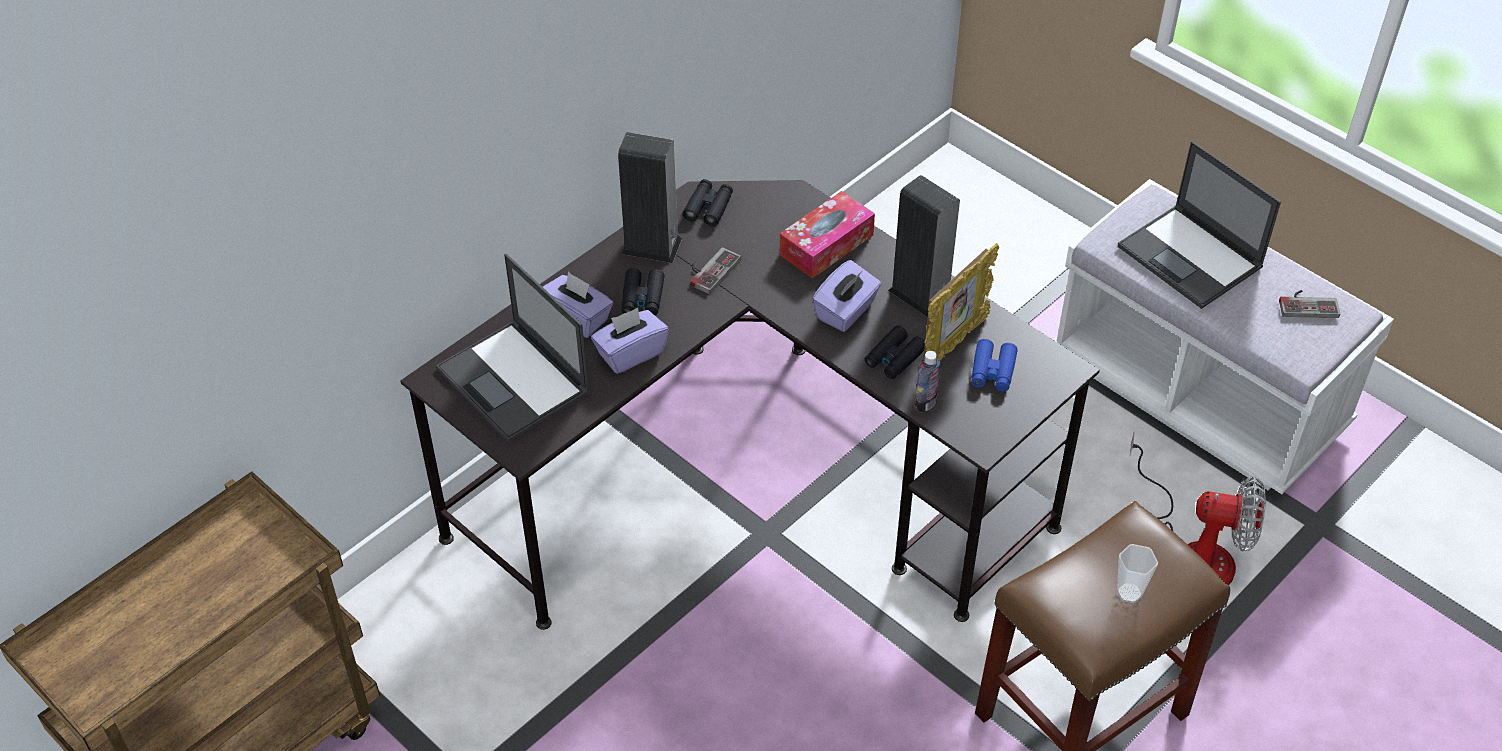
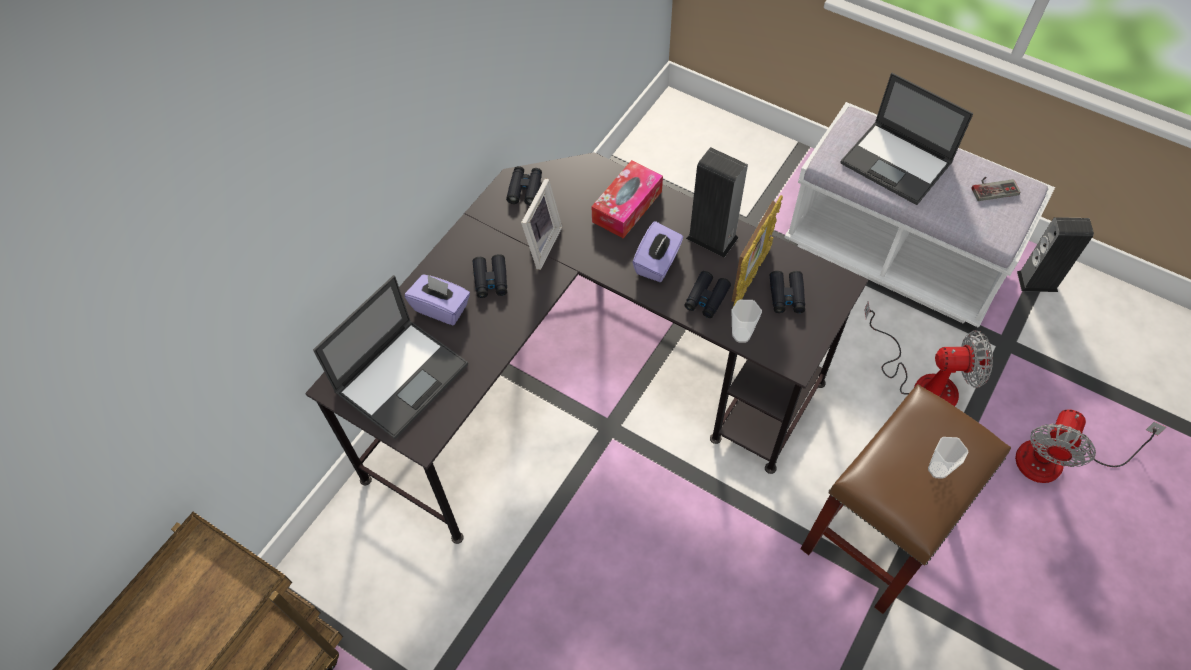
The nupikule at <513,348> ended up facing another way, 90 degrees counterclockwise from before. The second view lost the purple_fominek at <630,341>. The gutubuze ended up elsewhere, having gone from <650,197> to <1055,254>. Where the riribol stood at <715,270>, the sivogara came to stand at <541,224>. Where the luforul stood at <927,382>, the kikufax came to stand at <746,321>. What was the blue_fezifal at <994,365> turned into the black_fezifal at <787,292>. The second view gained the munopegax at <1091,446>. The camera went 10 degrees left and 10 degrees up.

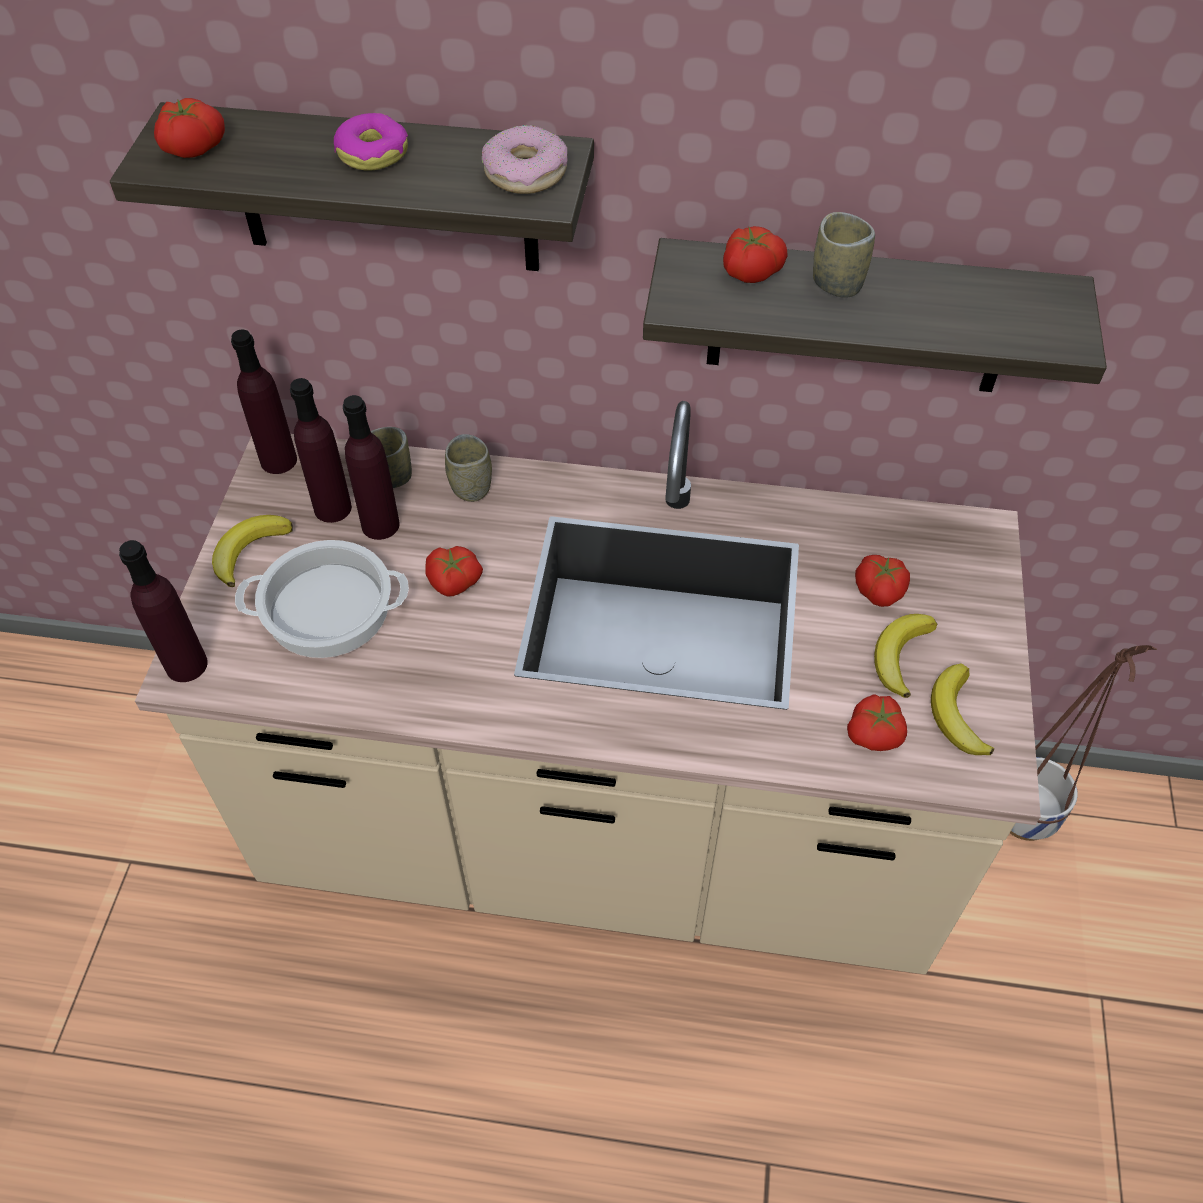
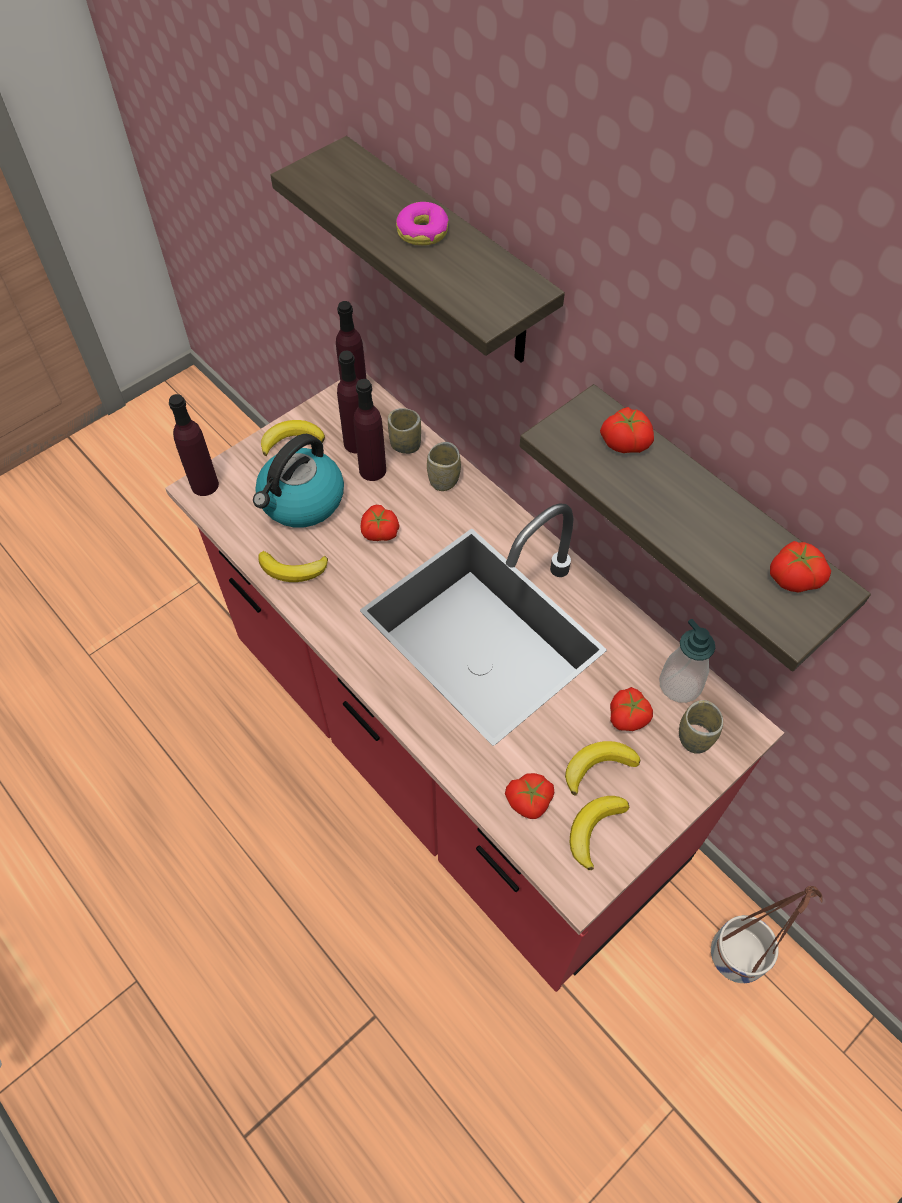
What was the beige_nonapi at <588,687> turned into the red_nonapi at <474,683>. The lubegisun ended up elsewhere, having gone from <189,128> to <800,566>. Where the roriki stood at <322,599>, the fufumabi came to stand at <298,480>. The second view lost the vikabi at <525,159>. The kikufax ended up elsewhere, having gone from <844,255> to <701,727>. The second view gained the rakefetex at <293,566>. The second view gained the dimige at <687,661>. The camera went 40 degrees right and 5 degrees up.

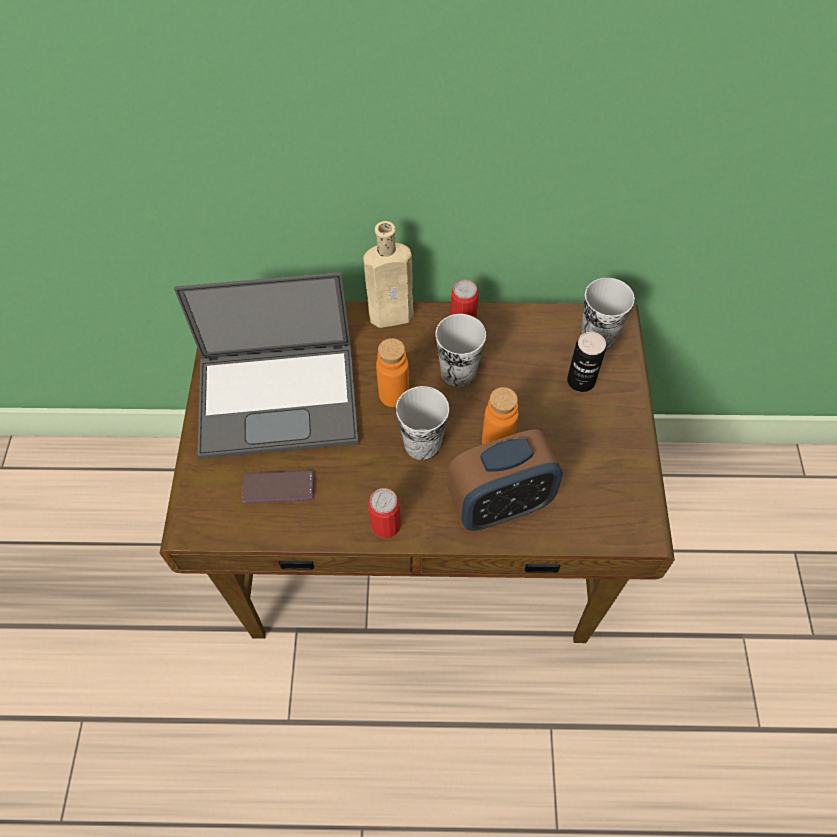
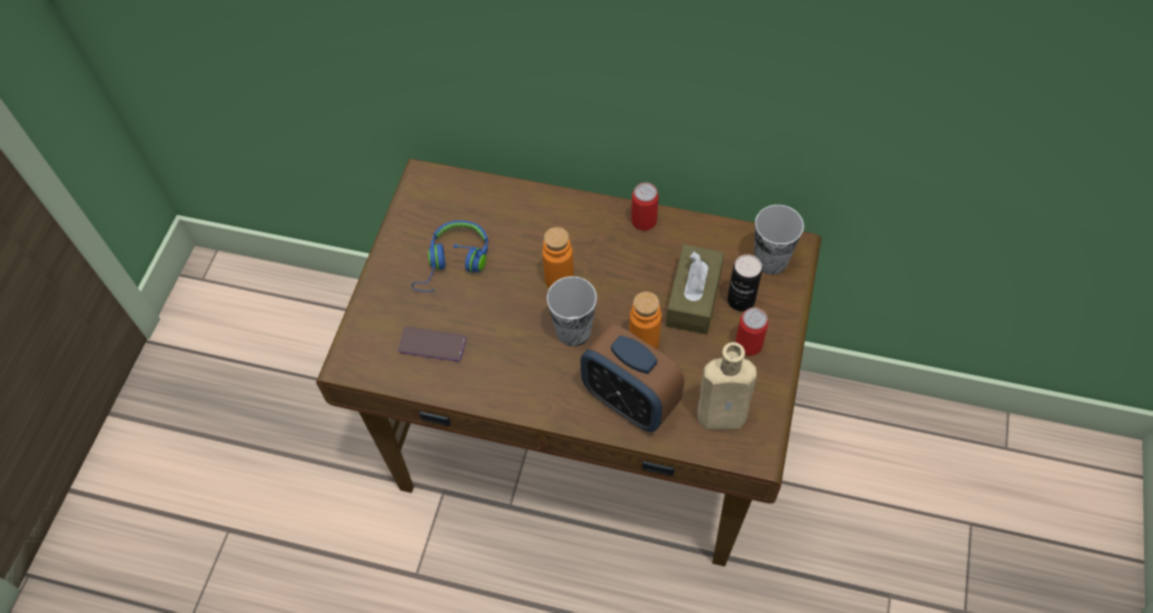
Where the nupikule stood at <266,365>, the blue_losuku came to stand at <450,256>. The beige_luforul ended up elsewhere, having gone from <388,274> to <727,386>. The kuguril ended up elsewhere, having gone from <384,513> to <751,331>. The second view lost the kikufax at <460,350>. The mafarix at <505,480> ended up facing another way, 45 degrees clockwise from before. The second view gained the brown_fominek at <695,289>. The camera went 15 degrees right and 0 degrees up.

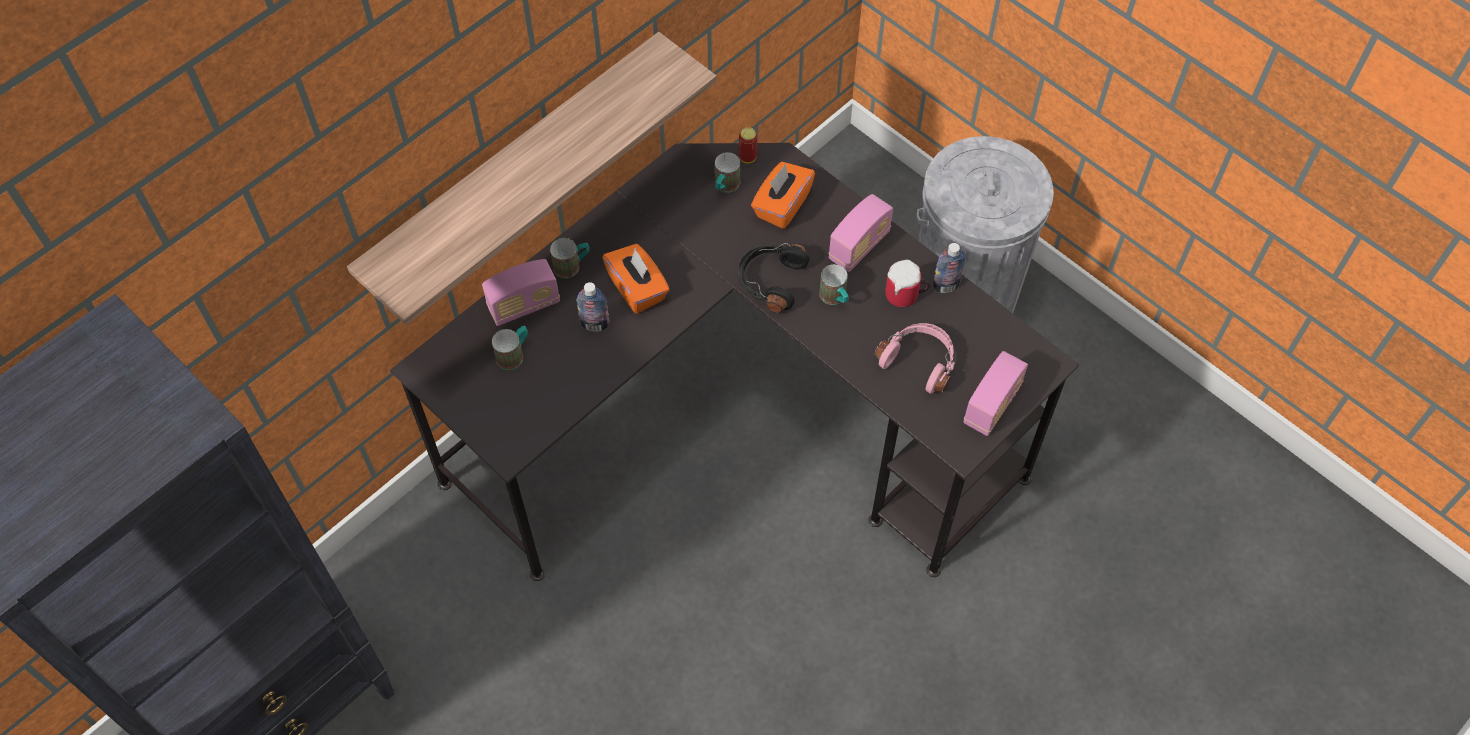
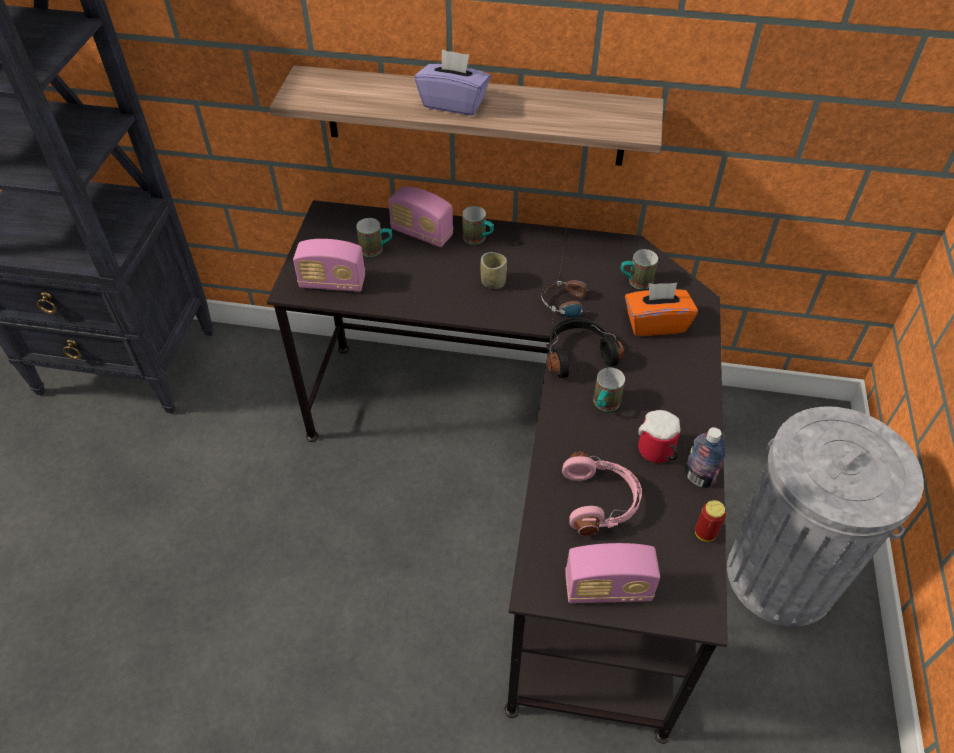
The second view lost the luforul at <593,307>. Where the orange_fominek stood at <636,279>, the kikufax came to stand at <494,270>. The kuguril ended up elsewhere, having gone from <748,145> to <710,521>. The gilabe ended up elsewhere, having gone from <861,233> to <329,265>. The second view gained the purple_fominek at <453,82>. The second view gained the losuku at <569,299>. The camera went 55 degrees right and 10 degrees down.

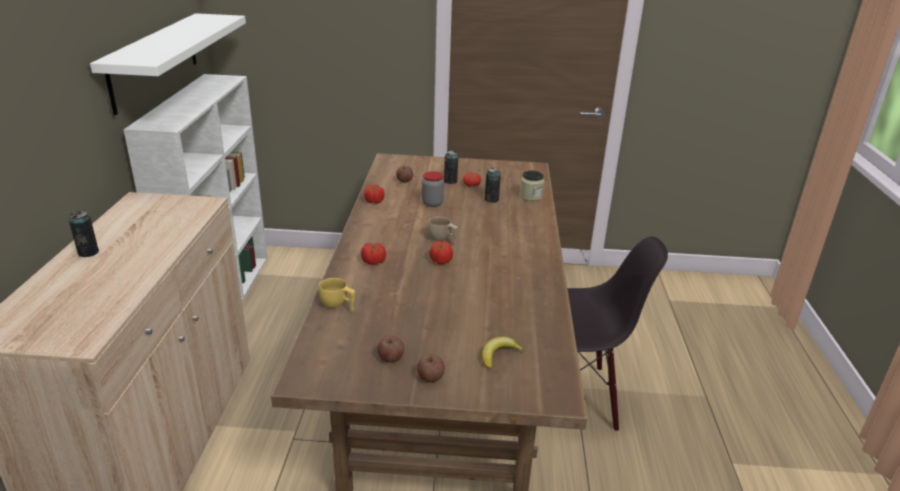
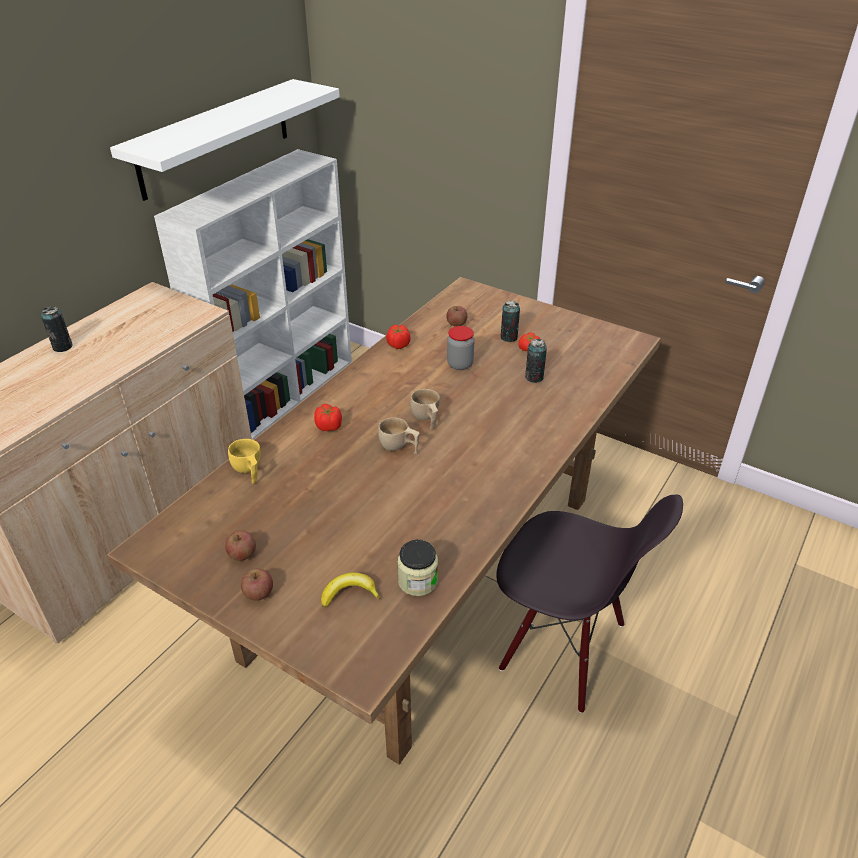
Where the lubegisun stood at <441,252>, the beige_kikufax came to stand at <398,435>. The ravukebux ended up elsewhere, having gone from <532,185> to <417,568>. The camera went 30 degrees right and 10 degrees up.

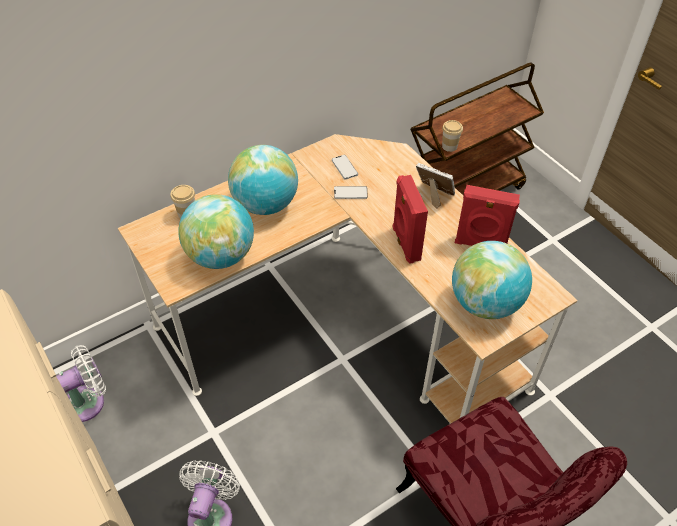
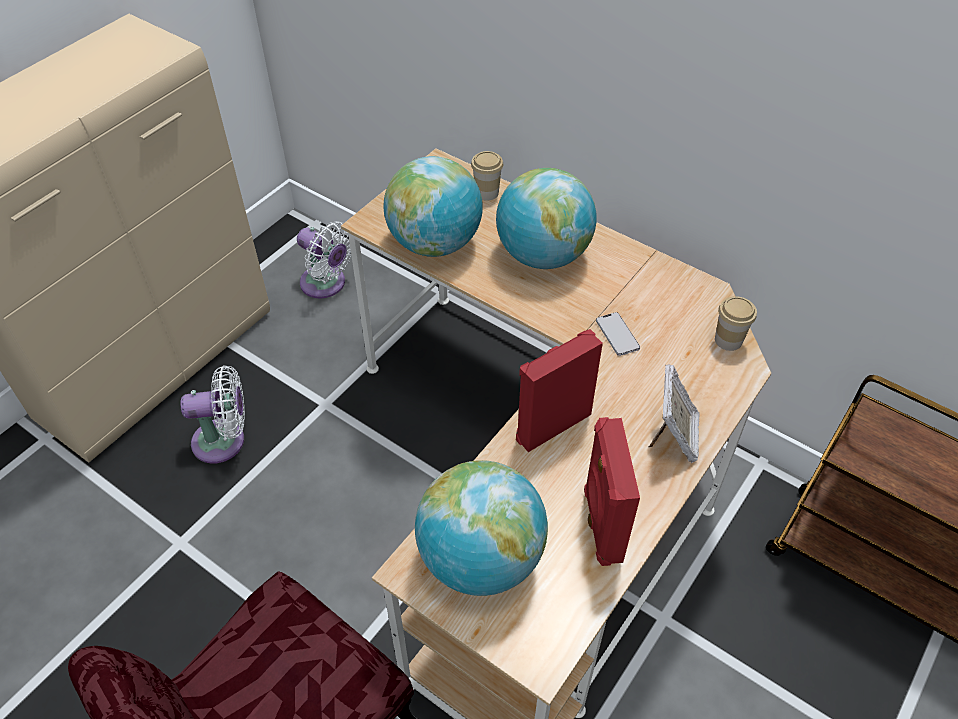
The second view lost the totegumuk at <345,167>. The kikufax ended up elsewhere, having gone from <452,136> to <736,323>. The camera went 70 degrees right and 0 degrees up.

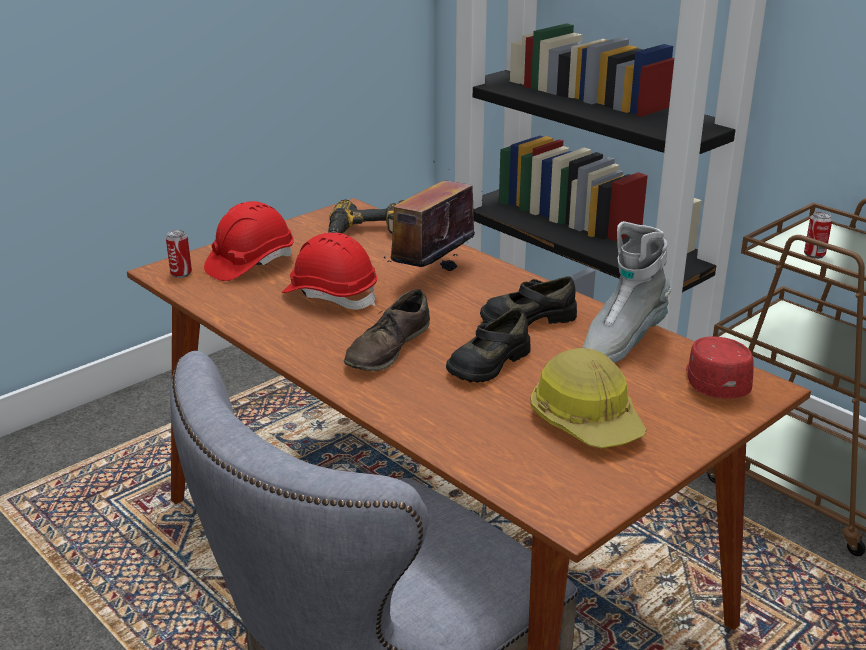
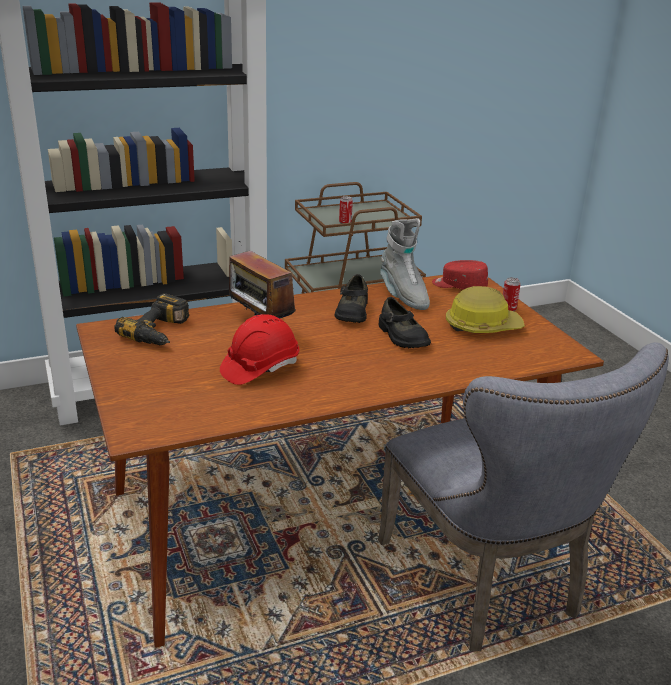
The kuguril ended up elsewhere, having gone from <179,254> to <512,294>. The second view lost the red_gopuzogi at <249,241>. The second view lost the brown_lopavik at <387,330>. The camera went 70 degrees left and 0 degrees up.

